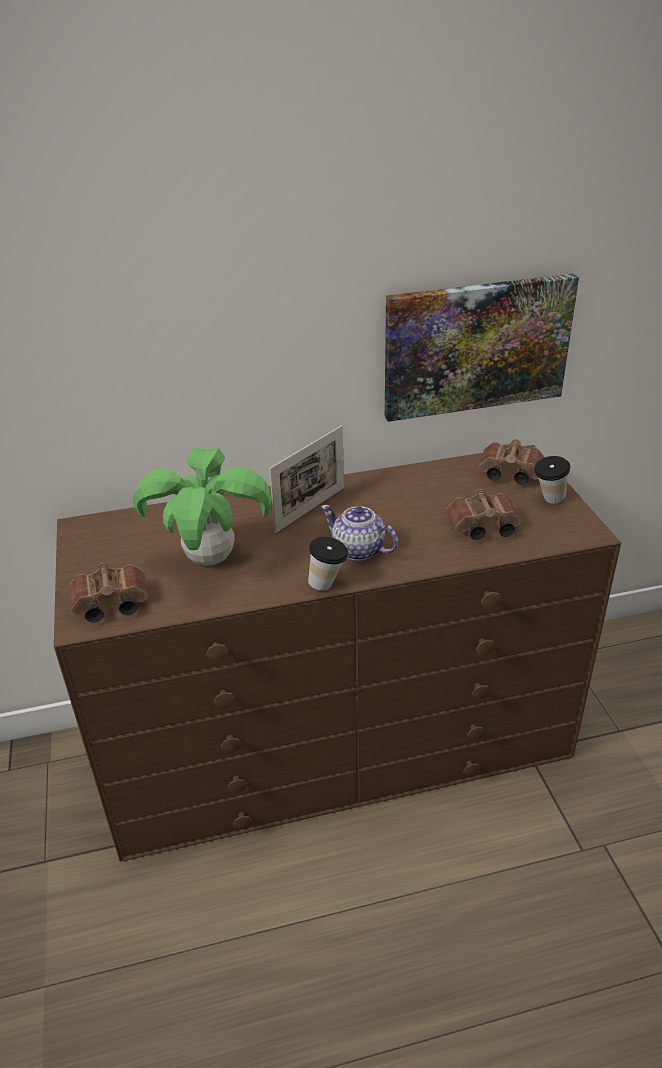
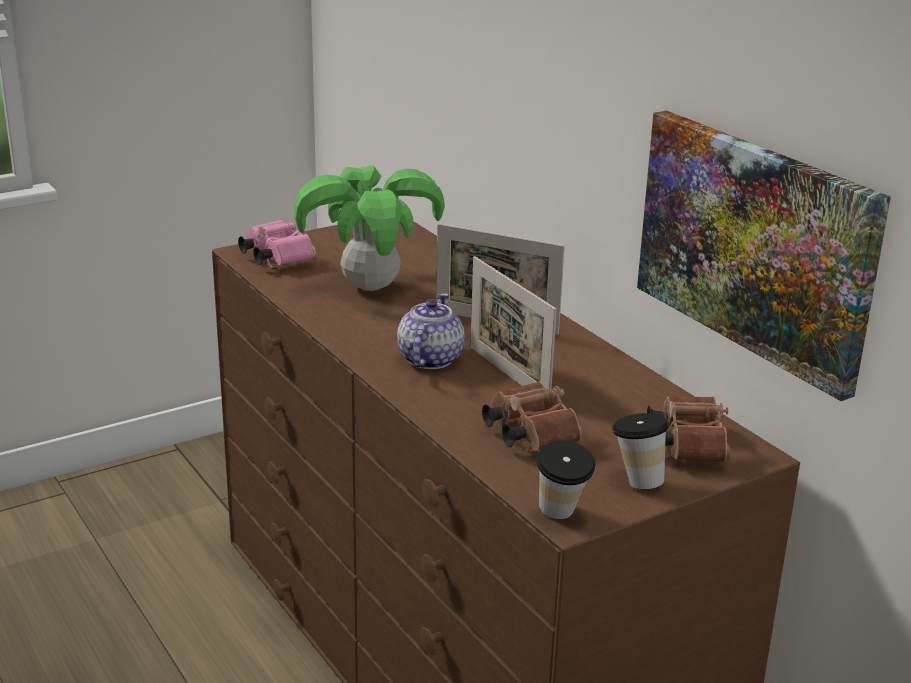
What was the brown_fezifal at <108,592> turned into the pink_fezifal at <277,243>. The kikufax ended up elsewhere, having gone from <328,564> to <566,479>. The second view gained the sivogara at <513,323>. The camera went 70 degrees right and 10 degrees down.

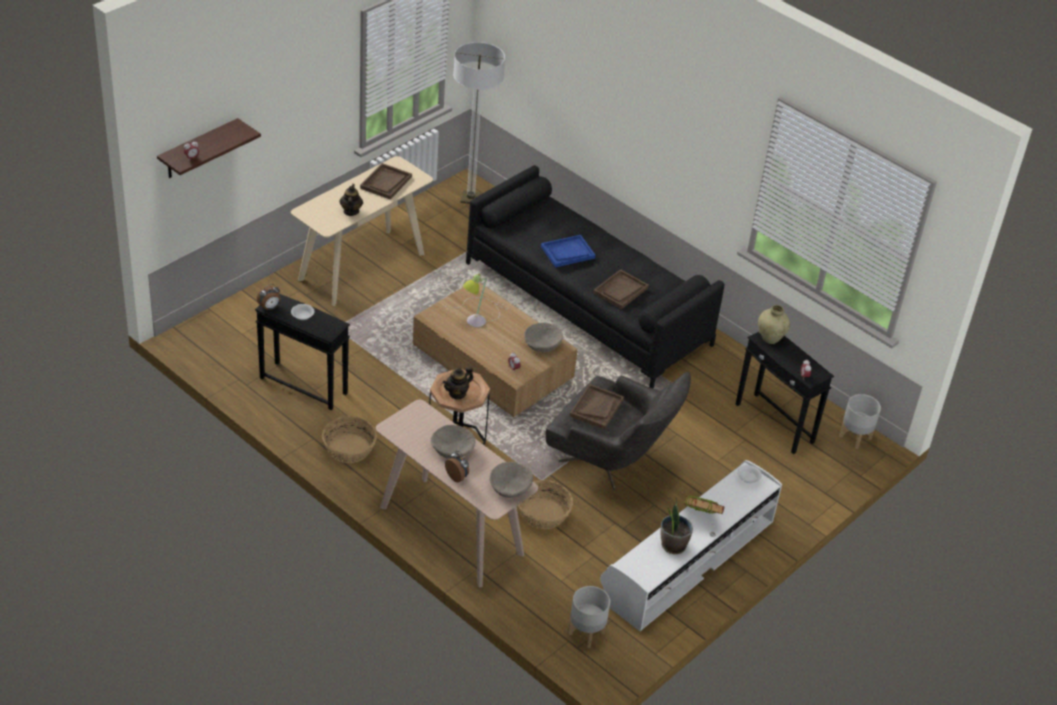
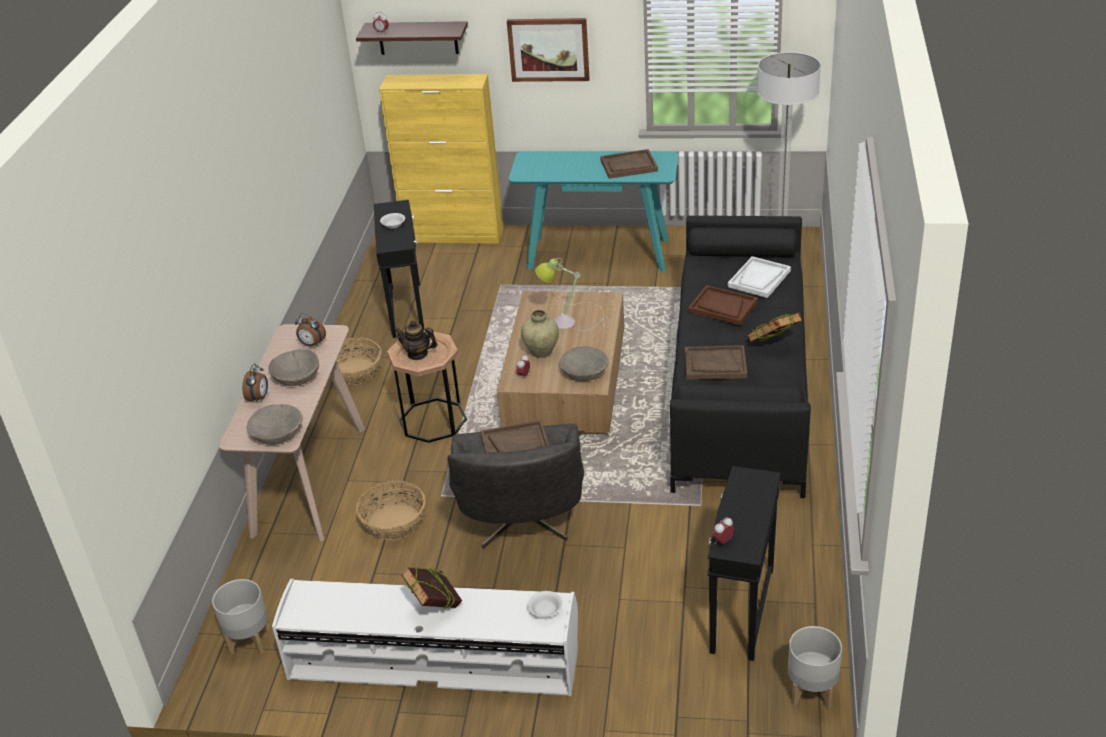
The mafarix ended up elsewhere, having gone from <269,297> to <310,330>. What was the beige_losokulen at <362,231> turned into the turquoise_losokulen at <593,211>. The second view lost the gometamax at <351,200>. What was the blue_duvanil at <568,251> turned into the brown_duvanil at <723,305>. The second view lost the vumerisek at <676,525>. The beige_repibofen ended up elsewhere, having gone from <774,324> to <540,334>. The second view gained the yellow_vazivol at <441,159>. The second view gained the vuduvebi at <548,50>. The second view gained the white_duvanil at <759,277>. The second view gained the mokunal at <775,327>. The camera went 60 degrees right and 5 degrees down.

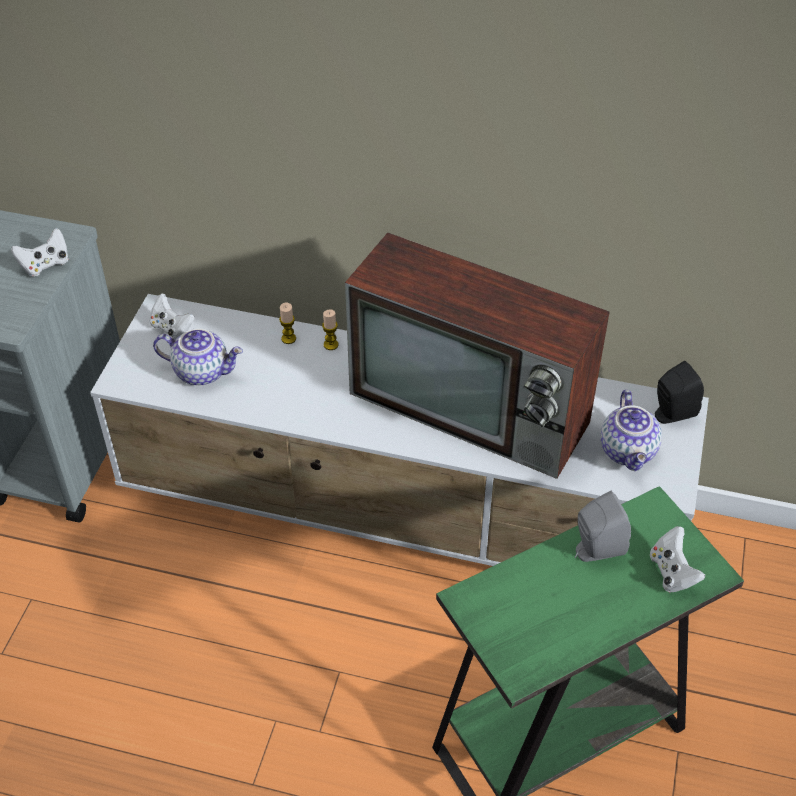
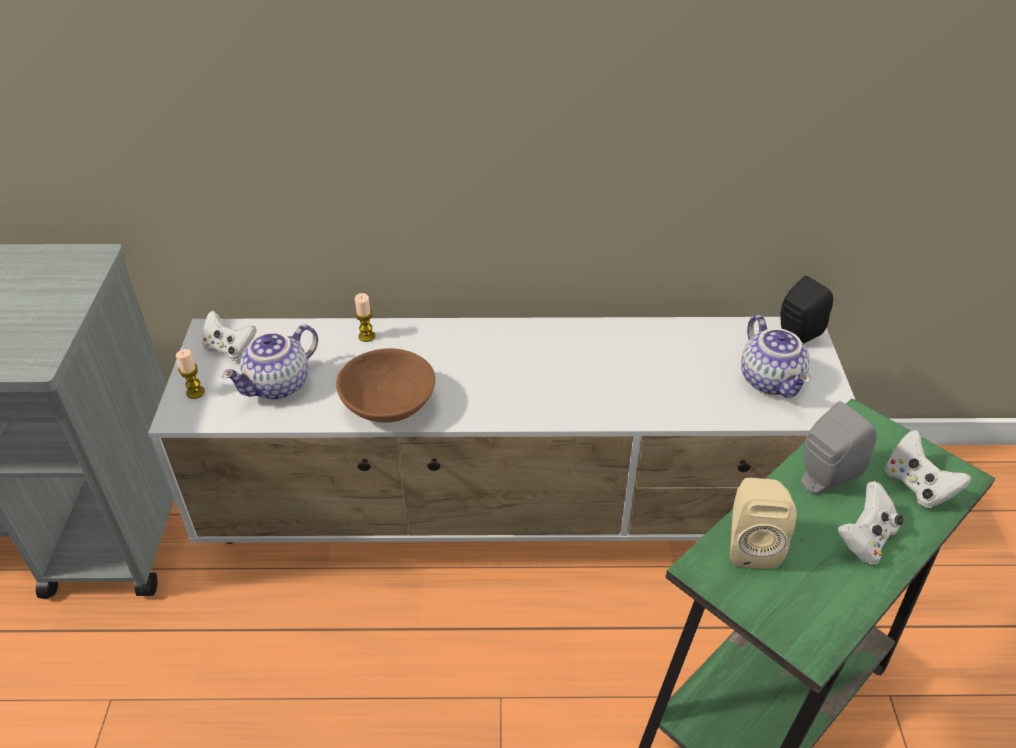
The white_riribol ended up elsewhere, having gone from <40,252> to <871,522>. The gometamax at <198,357> ended up facing another way, 135 degrees clockwise from before. The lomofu ended up elsewhere, having gone from <330,329> to <190,374>. The second view lost the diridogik at <477,356>. The second view gained the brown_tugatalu at <385,385>. The second view gained the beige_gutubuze at <763,523>. The camera went 15 degrees left and 5 degrees down.

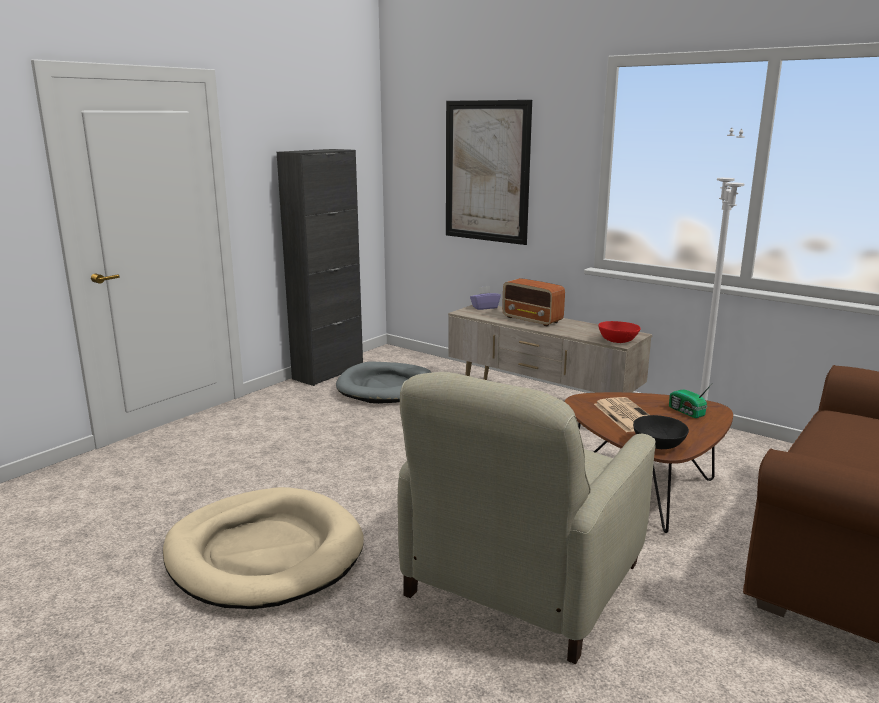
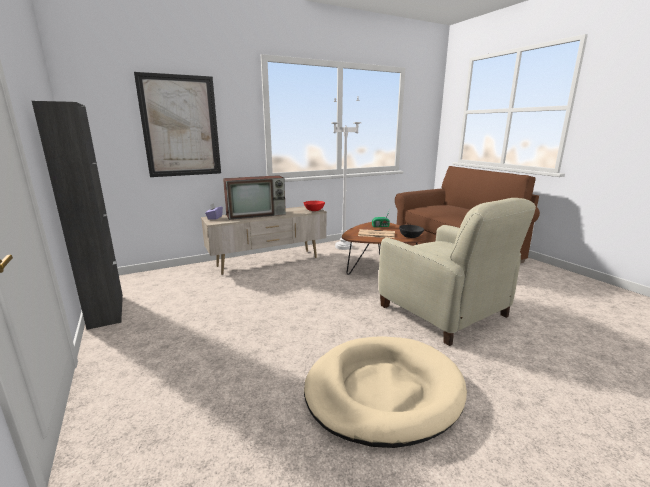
The second view lost the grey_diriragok at <384,383>. Where the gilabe stood at <533,302>, the diridogik came to stand at <254,197>. The camera went 65 degrees left and 0 degrees up.

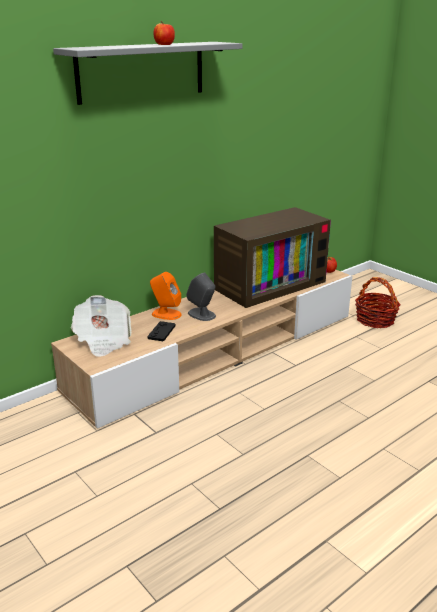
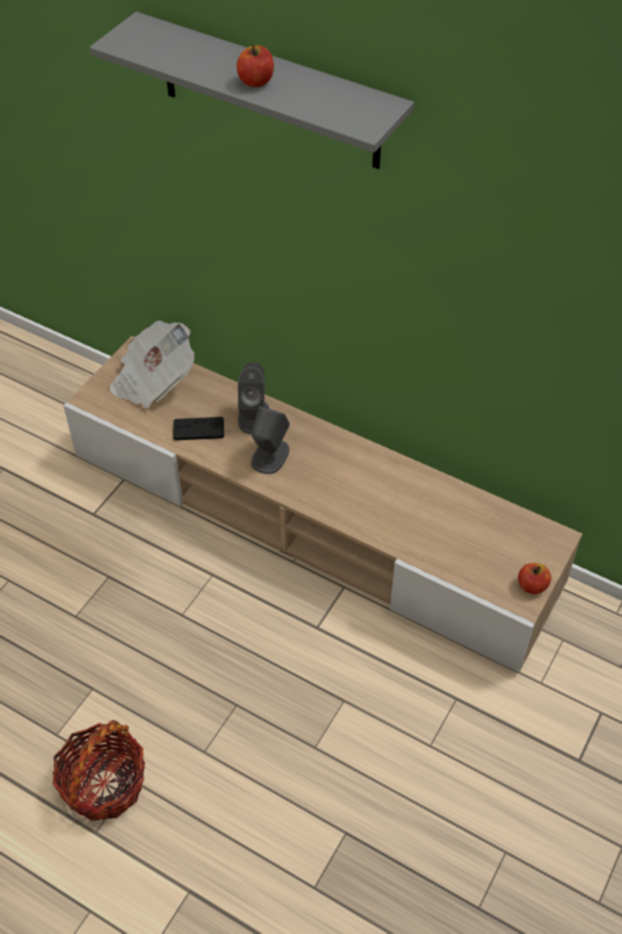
What was the orange_gutubuze at <165,296> turned into the grey_gutubuze at <254,398>. The second view lost the diridogik at <272,257>. The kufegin ended up elsewhere, having gone from <378,302> to <98,770>. The camera went 70 degrees right and 25 degrees up.

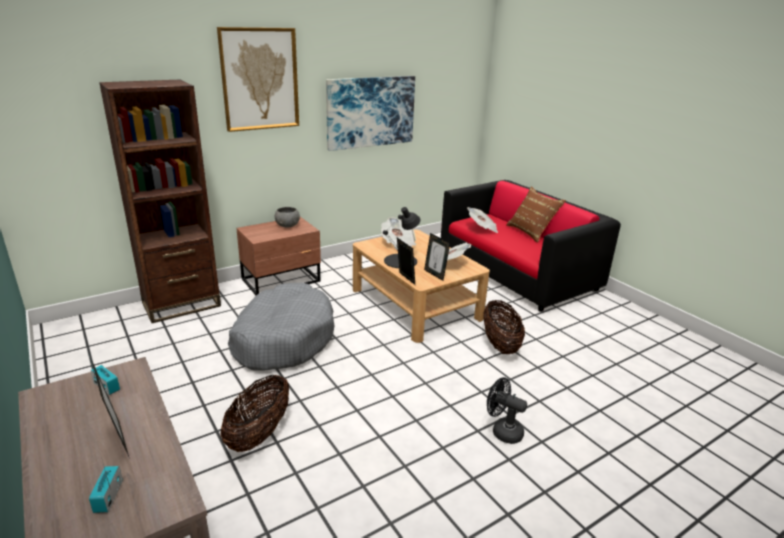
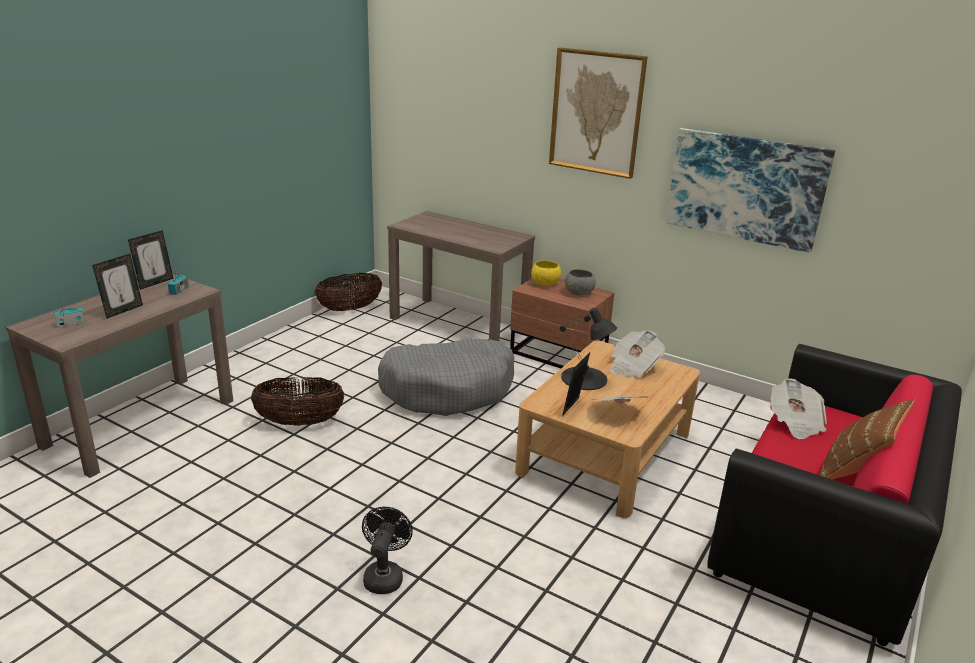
Where the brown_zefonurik stood at <160,201>, the brown_losokulen came to stand at <461,276>. The sivogara ended up elsewhere, having gone from <406,261> to <150,260>. The kufegin ended up elsewhere, having gone from <504,327> to <348,292>. The second view gained the yellow_tugatalu at <546,273>. The camera went 65 degrees right and 0 degrees up.

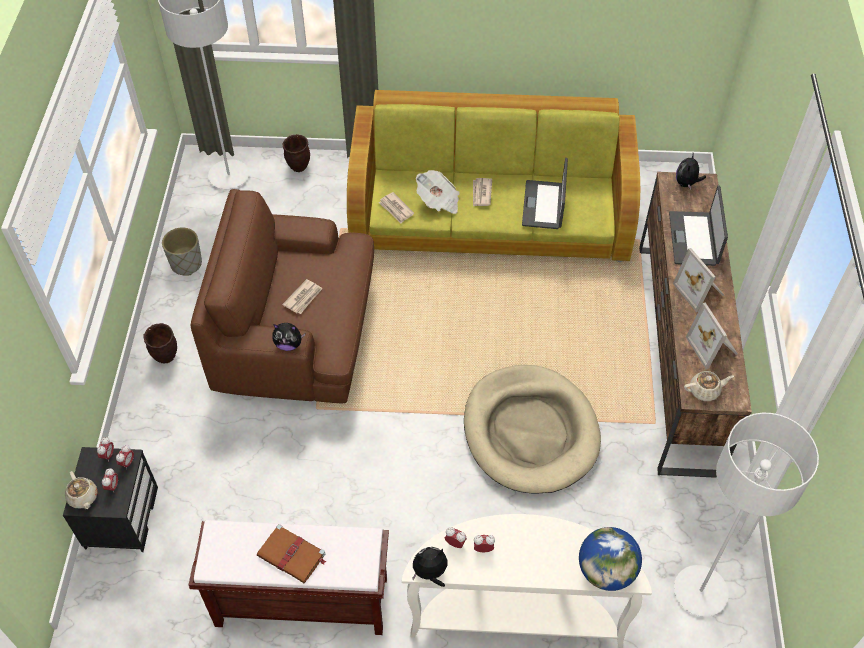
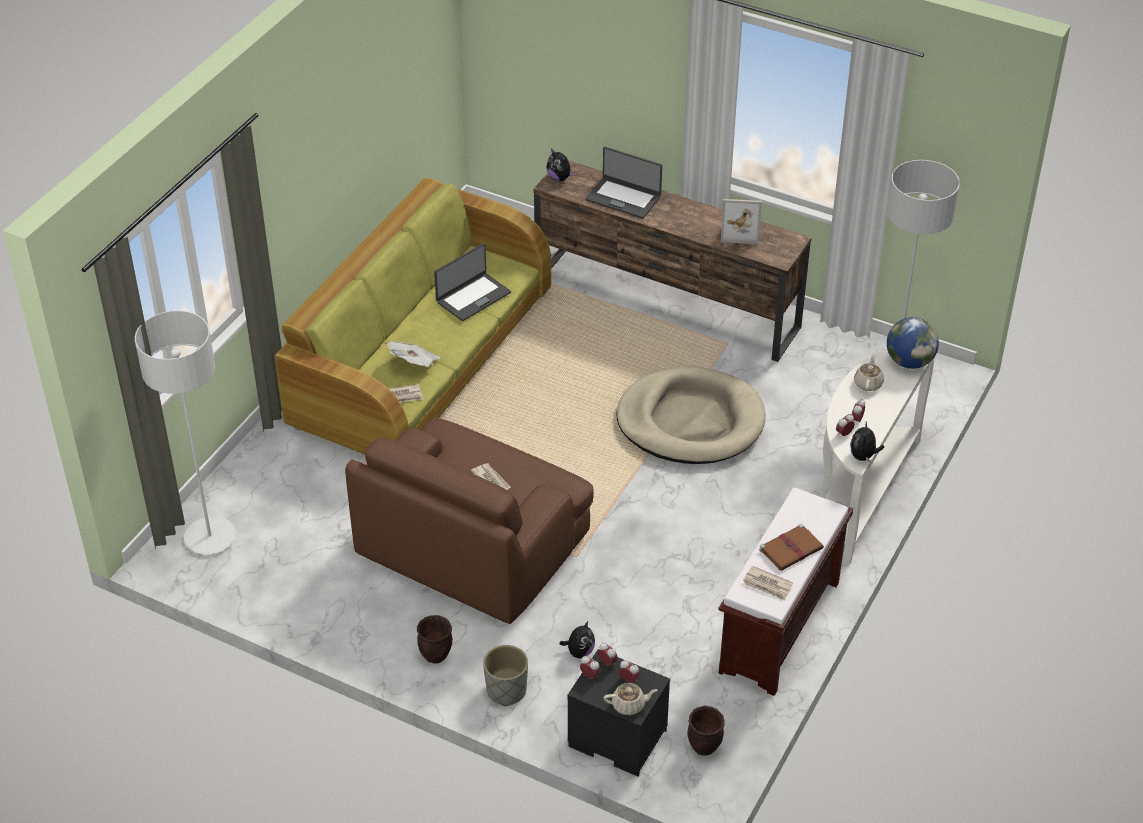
The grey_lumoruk ended up elsewhere, having gone from <182,251> to <505,675>. The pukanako ended up elsewhere, having gone from <288,337> to <577,640>. The brown_lumoruk ended up elsewhere, having gone from <296,153> to <706,730>. The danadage ended up elsewhere, having gone from <482,192> to <768,583>. The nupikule at <545,193> ended up facing another way, 75 degrees counterclockwise from before. The second view lost the sivogara at <698,280>. The beige_gometamax ended up elsewhere, having gone from <709,386> to <869,372>. The camera went 65 degrees left and 10 degrees down.

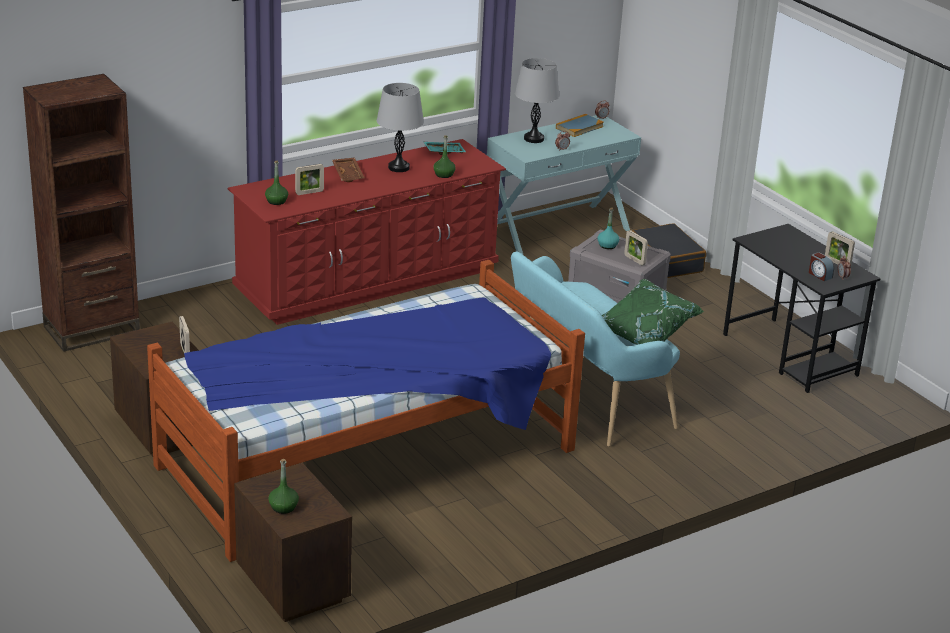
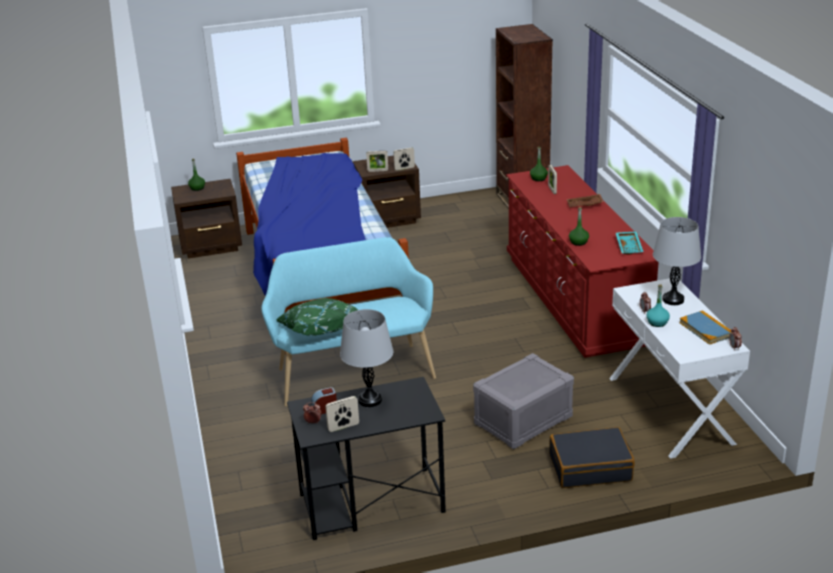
The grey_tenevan ended up elsewhere, having gone from <400,127> to <366,358>. What was the turquoise_losokulen at <564,184> turned into the white_losokulen at <679,368>. The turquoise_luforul ended up elsewhere, having gone from <608,228> to <658,305>. The sivogara ended up elsewhere, having gone from <636,247> to <404,159>. The camera went 110 degrees right and 0 degrees up.

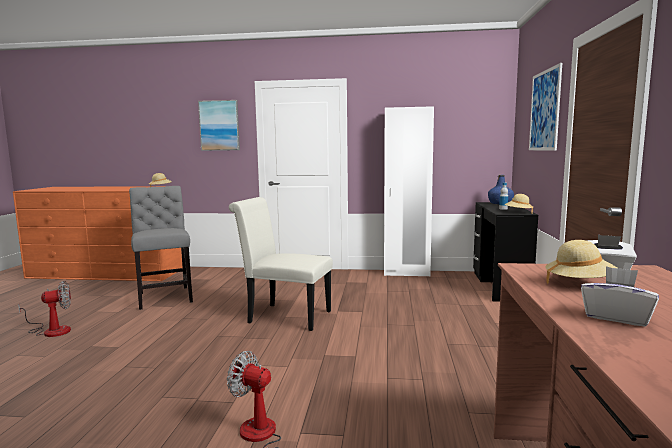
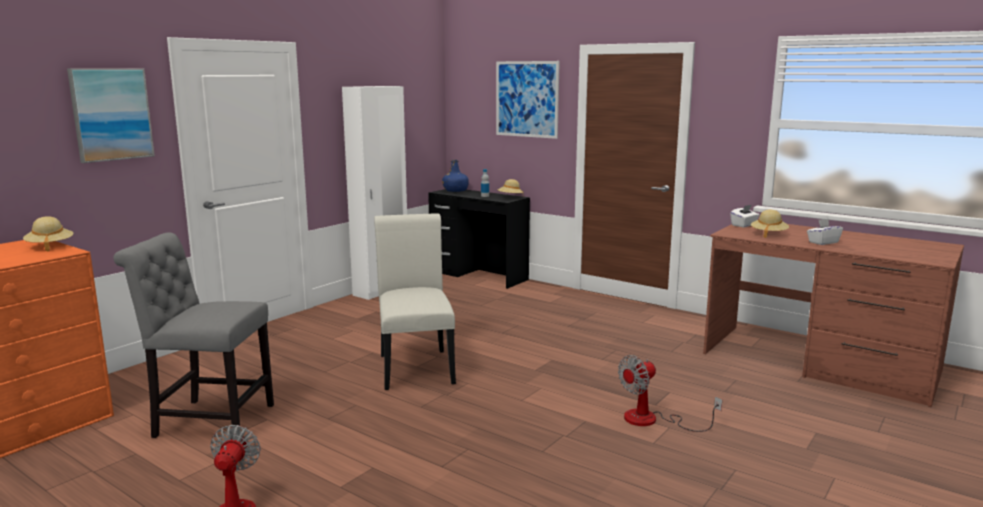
The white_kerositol at <281,264> ended up facing another way, 120 degrees clockwise from before. The camera went 60 degrees left and 5 degrees up.

